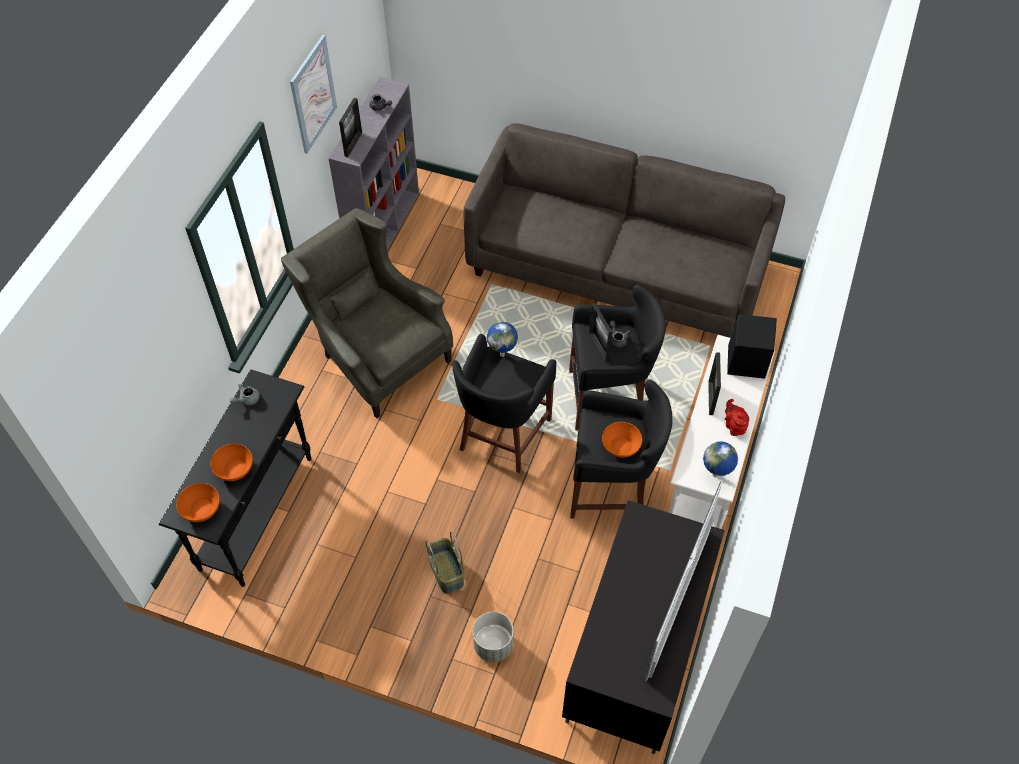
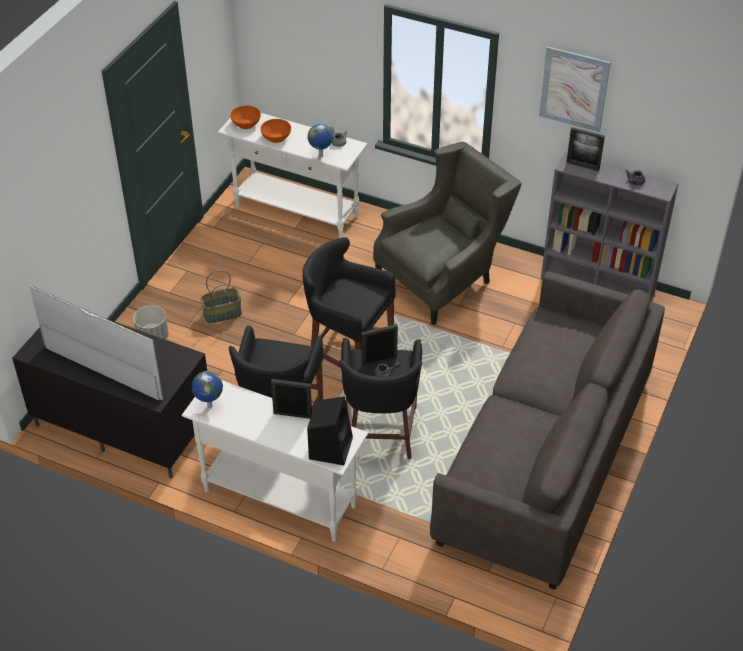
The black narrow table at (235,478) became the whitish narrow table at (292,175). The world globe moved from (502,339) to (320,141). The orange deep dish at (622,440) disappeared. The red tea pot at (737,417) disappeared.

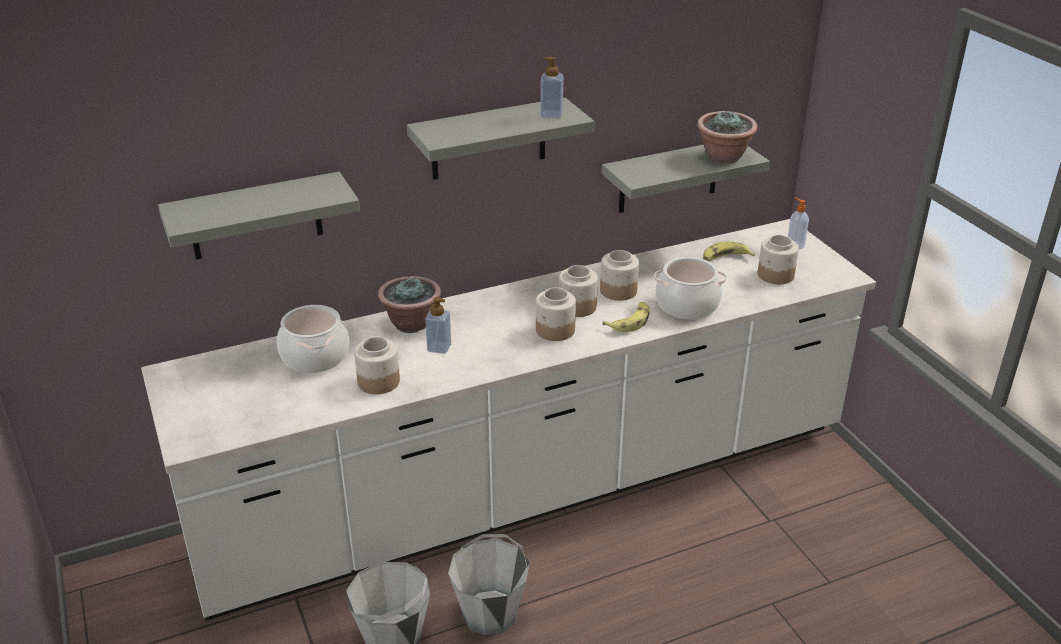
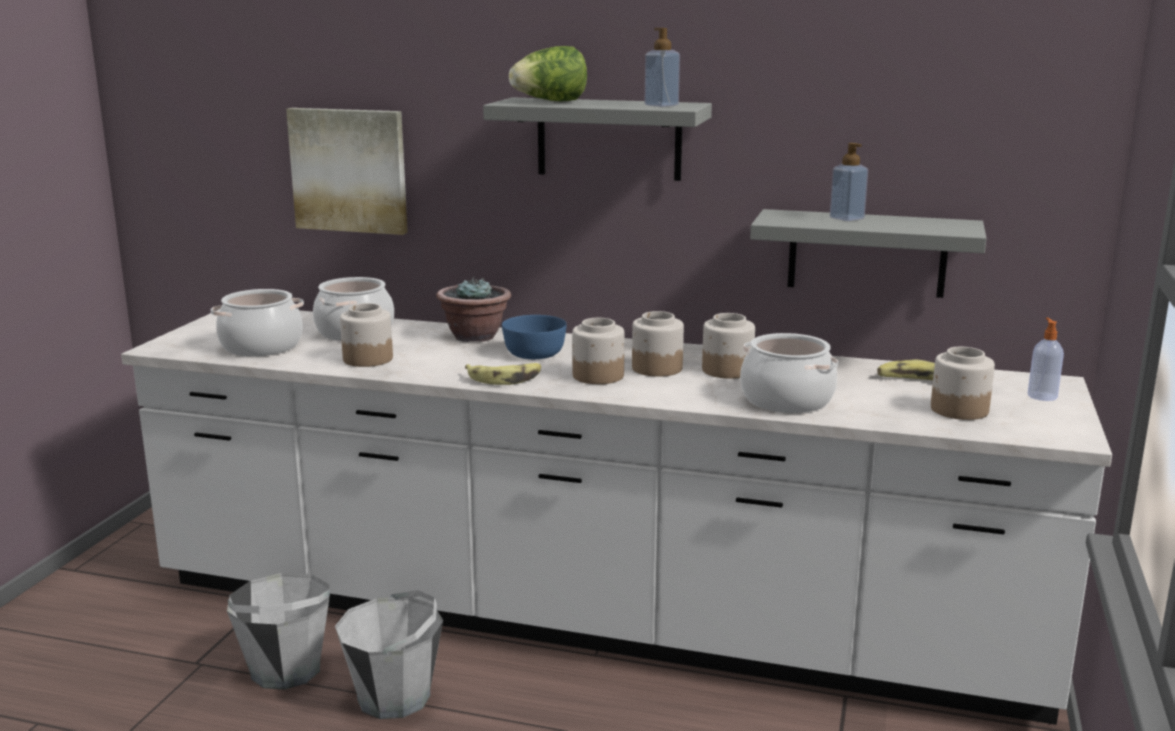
The stockpot at (257,322) appeared. The gray wall shelf at (259,216) was replaced by the picture at (347,171). The whole banana moved from (626,317) to (503,374). The blue deep dish at (534,337) appeared. The lettuce head at (548,73) appeared. The soap bottle moved from (438,325) to (849,182). The houseplant at (727,137) disappeared.

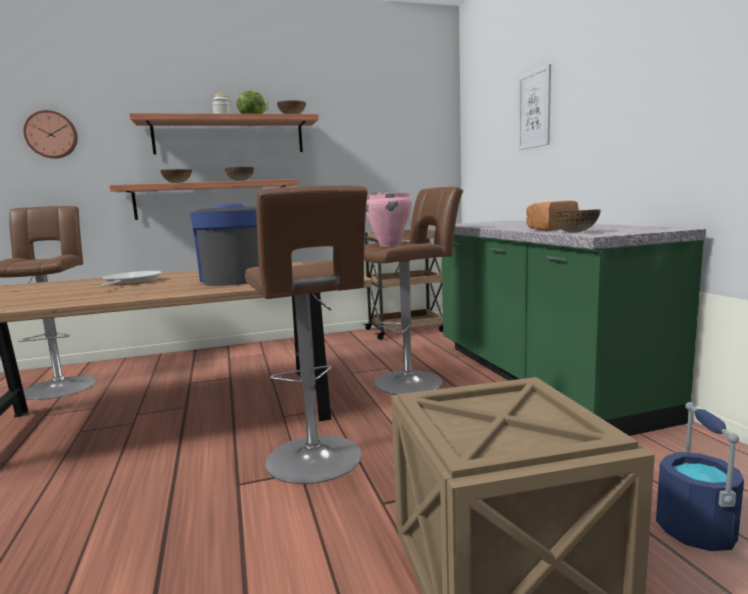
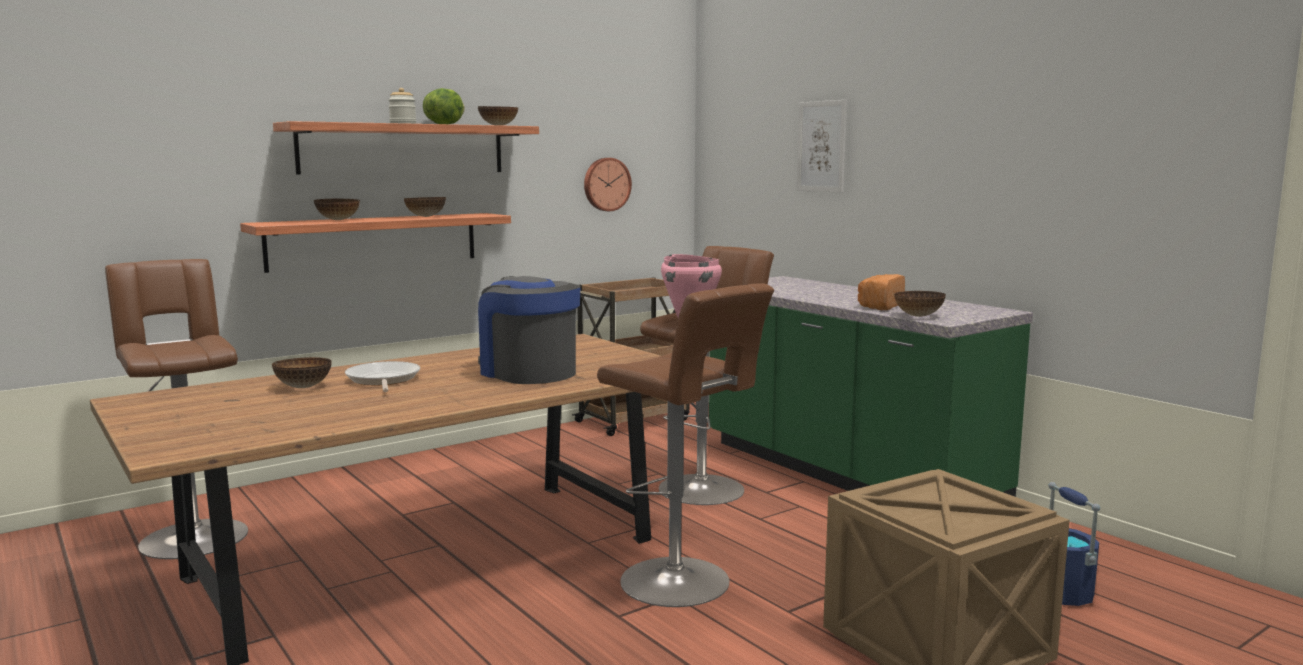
The deep dish at (302,372) appeared. The wall clock moved from (50,134) to (608,184).

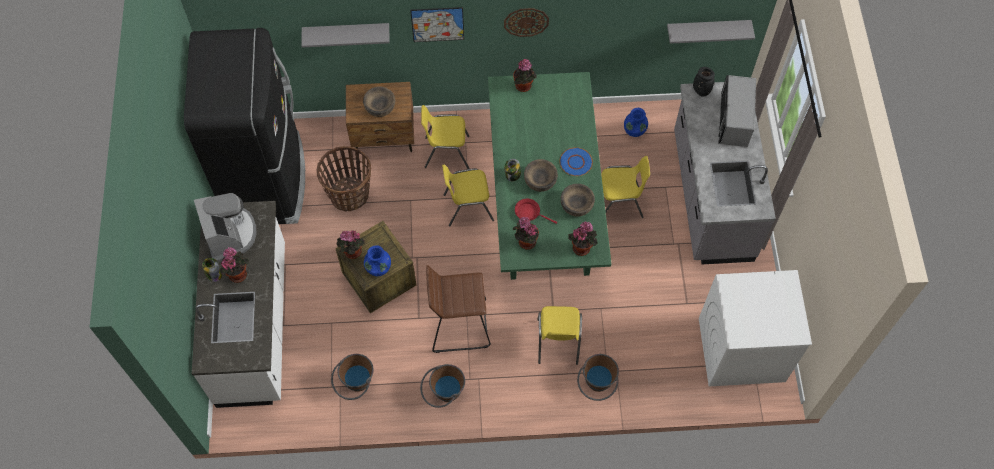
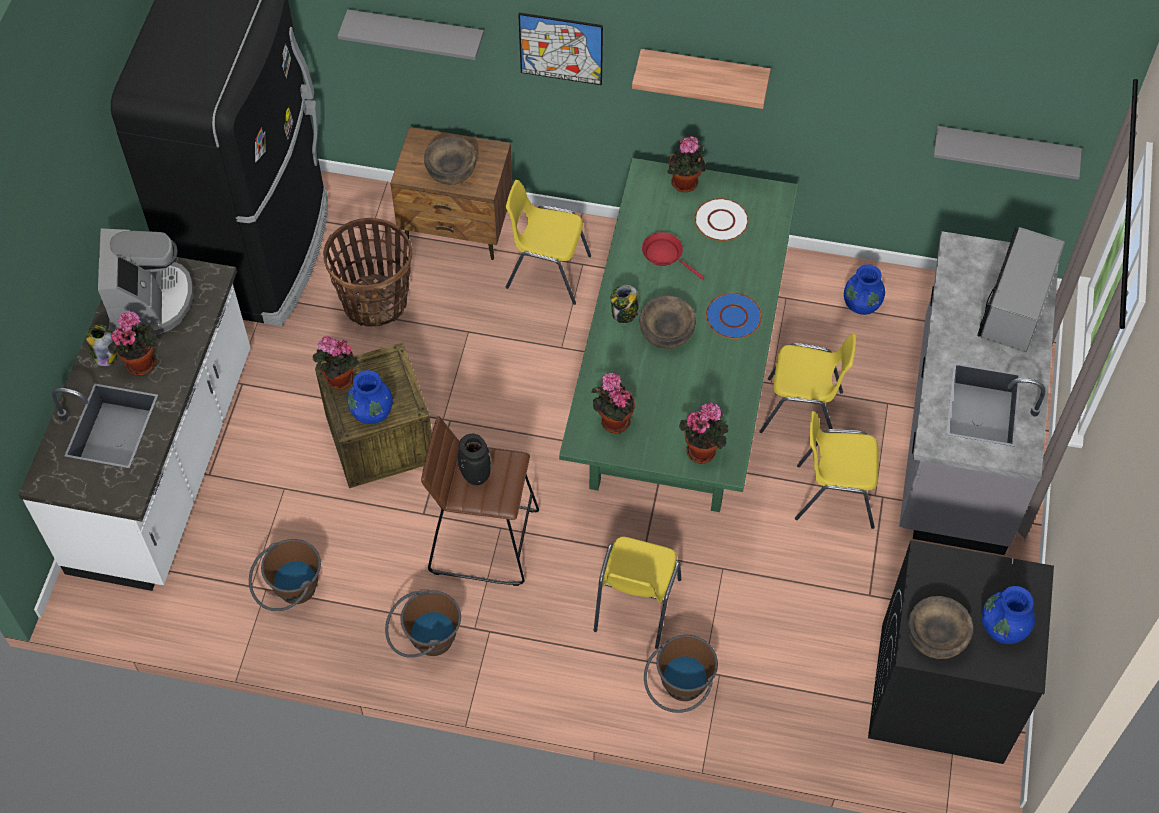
The black decorative vase moved from (704,82) to (474,459). The wall clock at (526,22) was replaced by the wall shelf at (701,79). The red skillet moved from (536,211) to (673,256). The whitish flat dish at (721,219) appeared. The yellow-coloured chair moved from (468,196) to (837,470). The whitish laundry machine at (755,328) became the black laundry machine at (961,652). The brown deep dish moved from (578,200) to (940,627). The blue decorative vase at (1008,615) appeared.

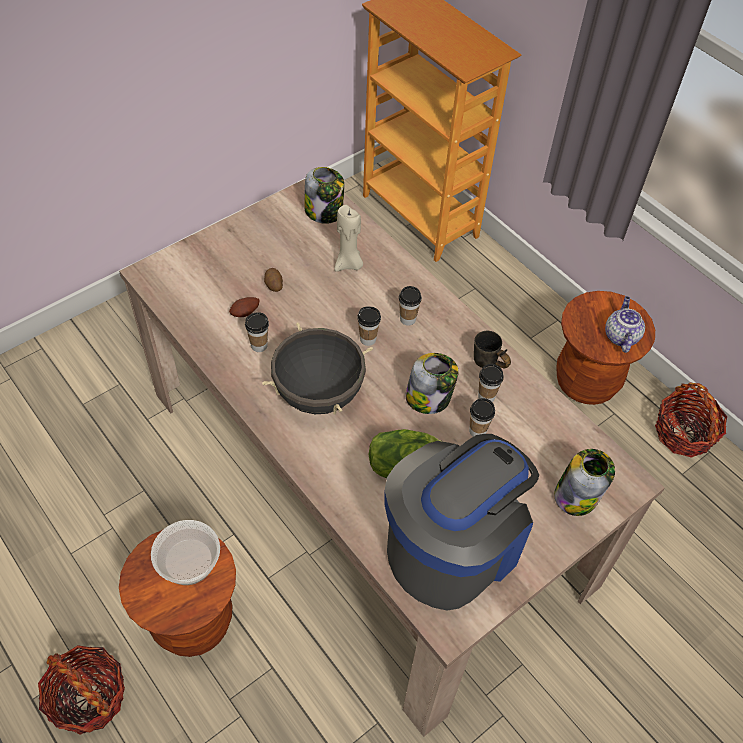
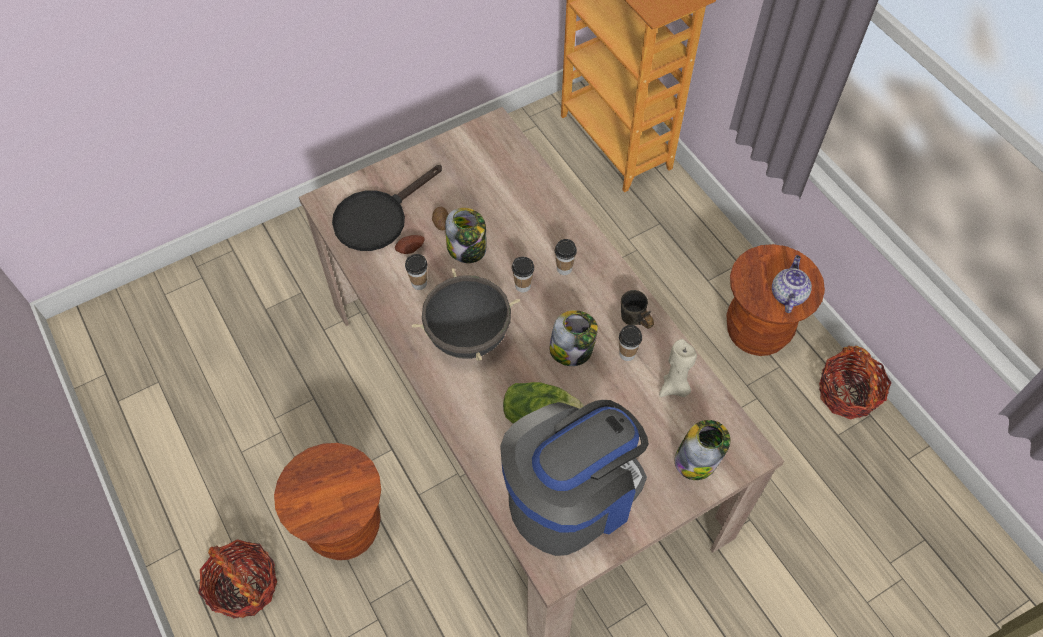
The black skillet at (387,208) appeared. The jar moved from (324,195) to (465,235). The beige wax light moved from (348,238) to (678,368). The deep dish at (185,552) disappeared. The drinking cup at (482,417) disappeared.

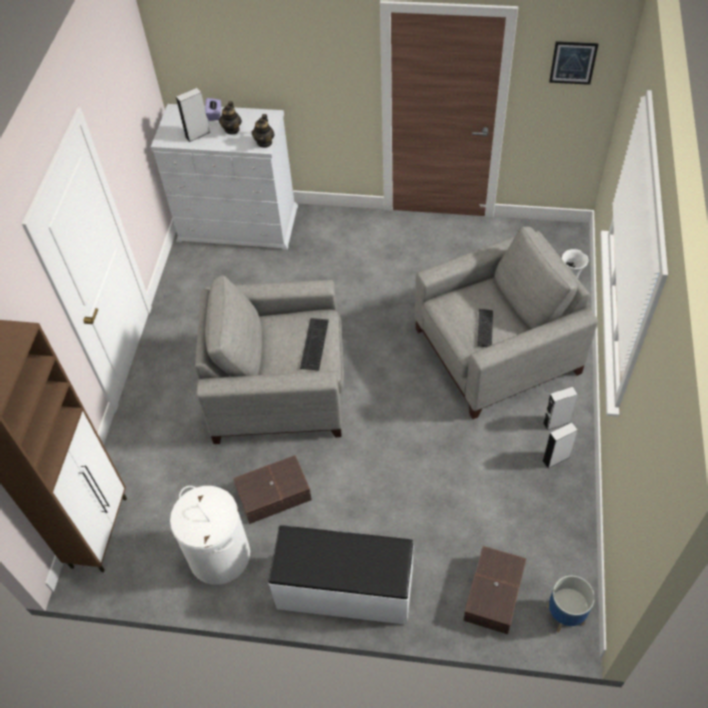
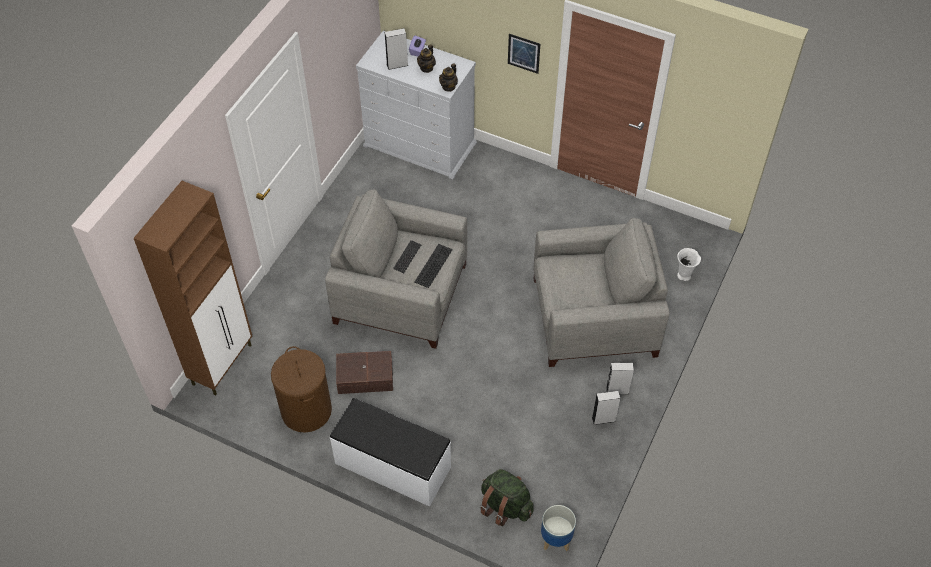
The whitish laundry basket at (210,535) became the brown laundry basket at (301,389). The computer keyboard moved from (485,328) to (407,256). The brown storage bin at (494,590) was replaced by the greenish rucksack at (507,497). The picture moved from (574,63) to (524,54).

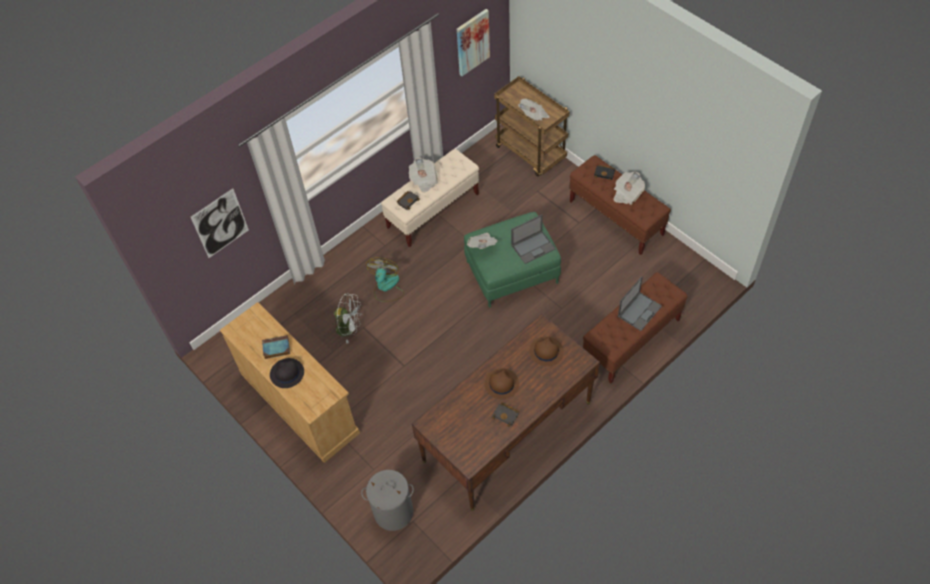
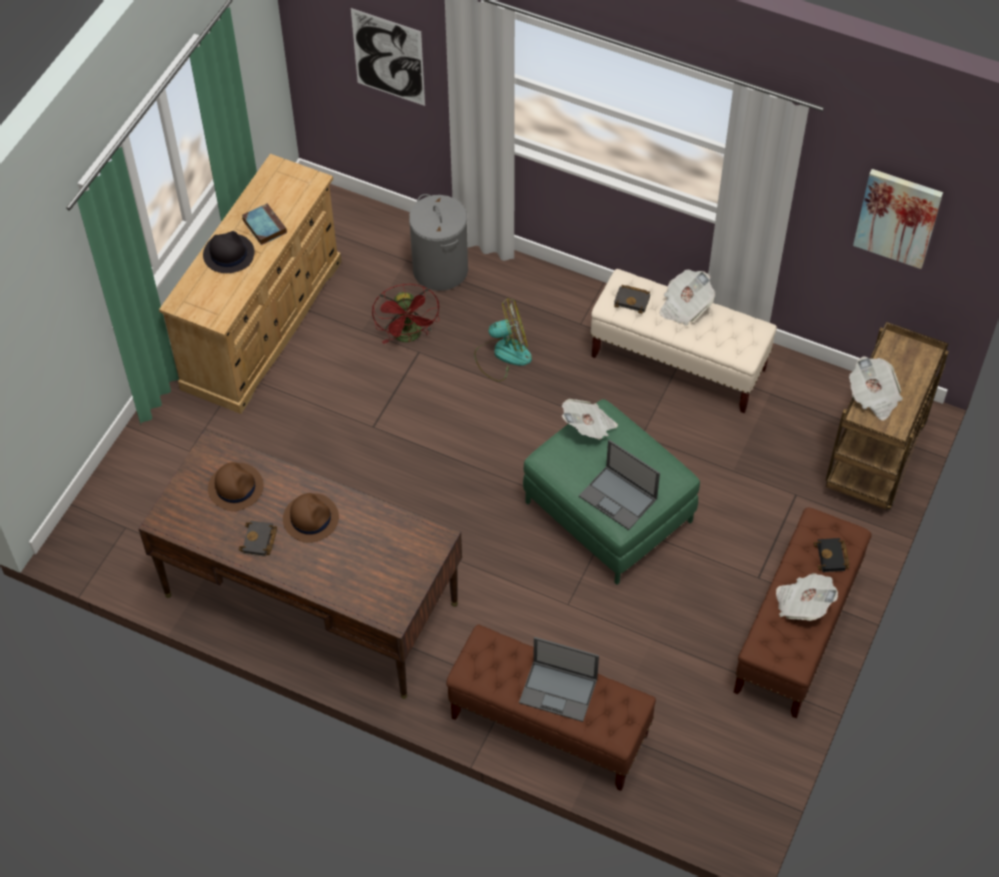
The brown wearable hat moved from (546,351) to (235,486). The whitish electric fan at (347,318) became the red electric fan at (405,314). The gray laundry basket moved from (387,500) to (438,242).

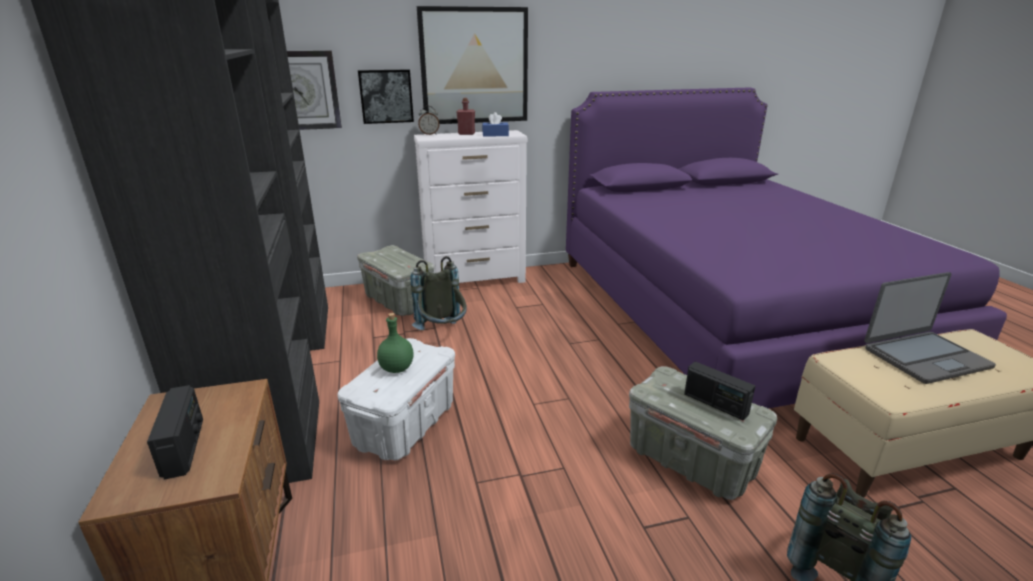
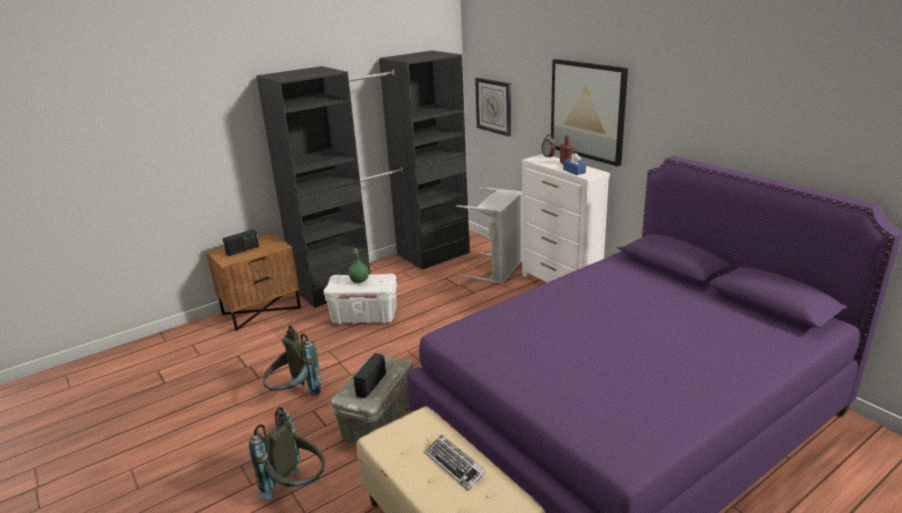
The gray rucksack moved from (438,293) to (292,360). The notebook computer at (930,328) was replaced by the computer keyboard at (455,462). The gray storage bin at (396,280) was replaced by the gray laundry basket at (489,235). The picture at (386,96) disappeared.

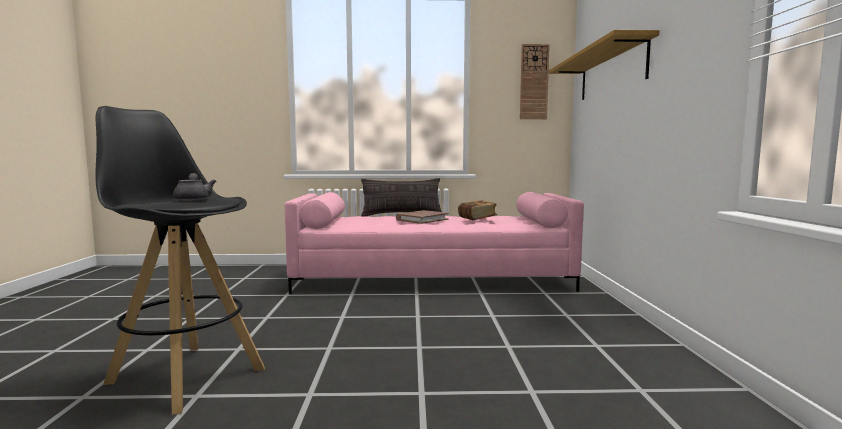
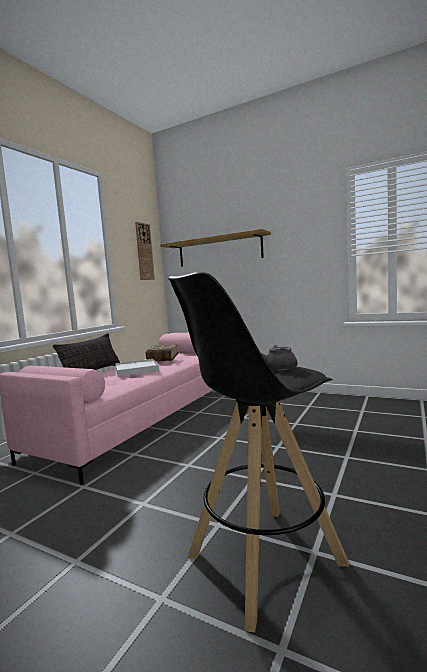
The brown volume at (422,217) was replaced by the whitish tray at (137,368).

